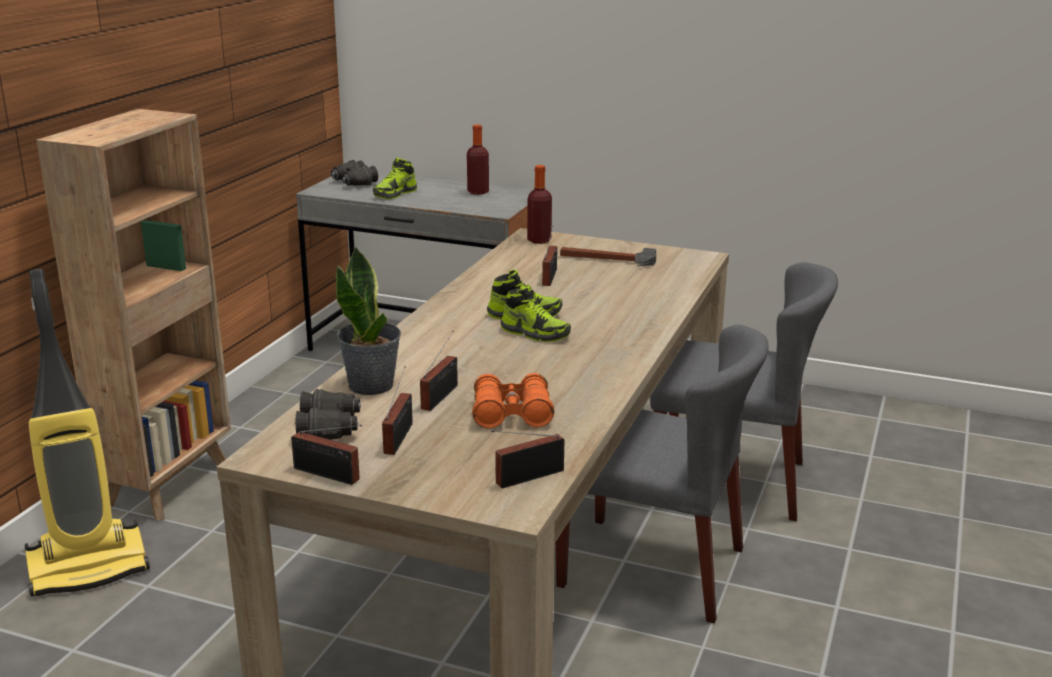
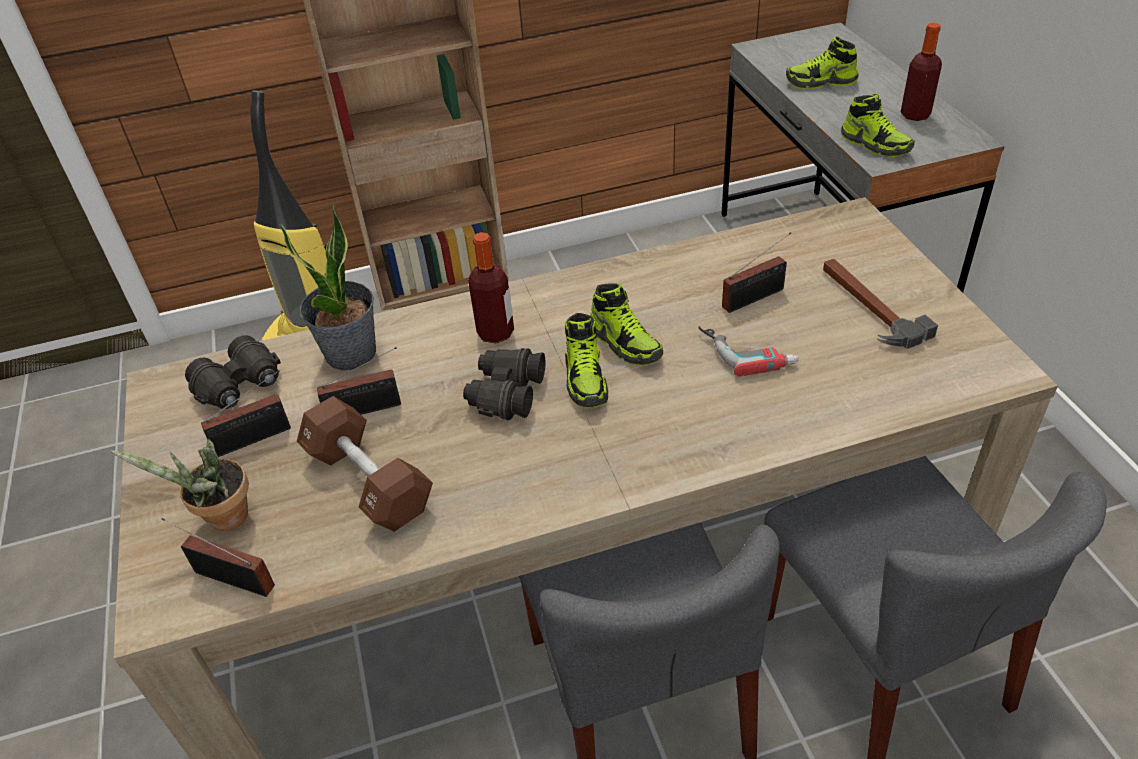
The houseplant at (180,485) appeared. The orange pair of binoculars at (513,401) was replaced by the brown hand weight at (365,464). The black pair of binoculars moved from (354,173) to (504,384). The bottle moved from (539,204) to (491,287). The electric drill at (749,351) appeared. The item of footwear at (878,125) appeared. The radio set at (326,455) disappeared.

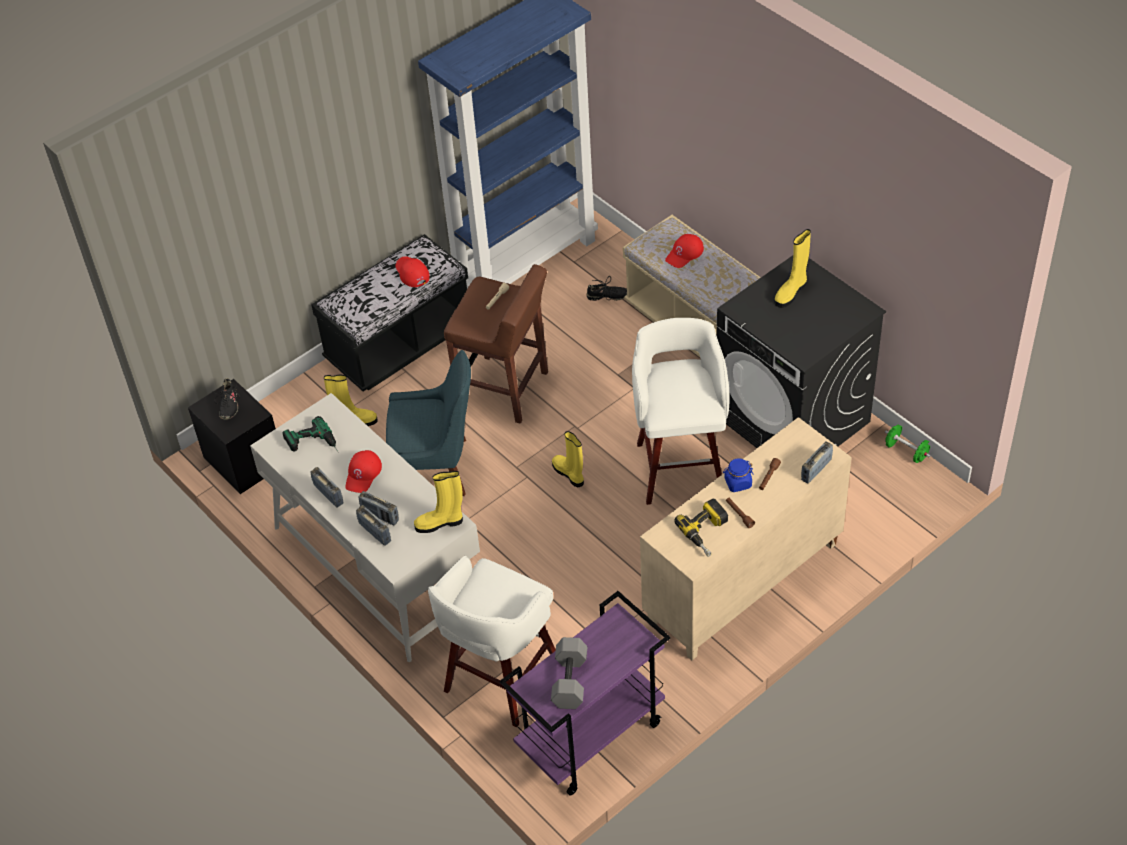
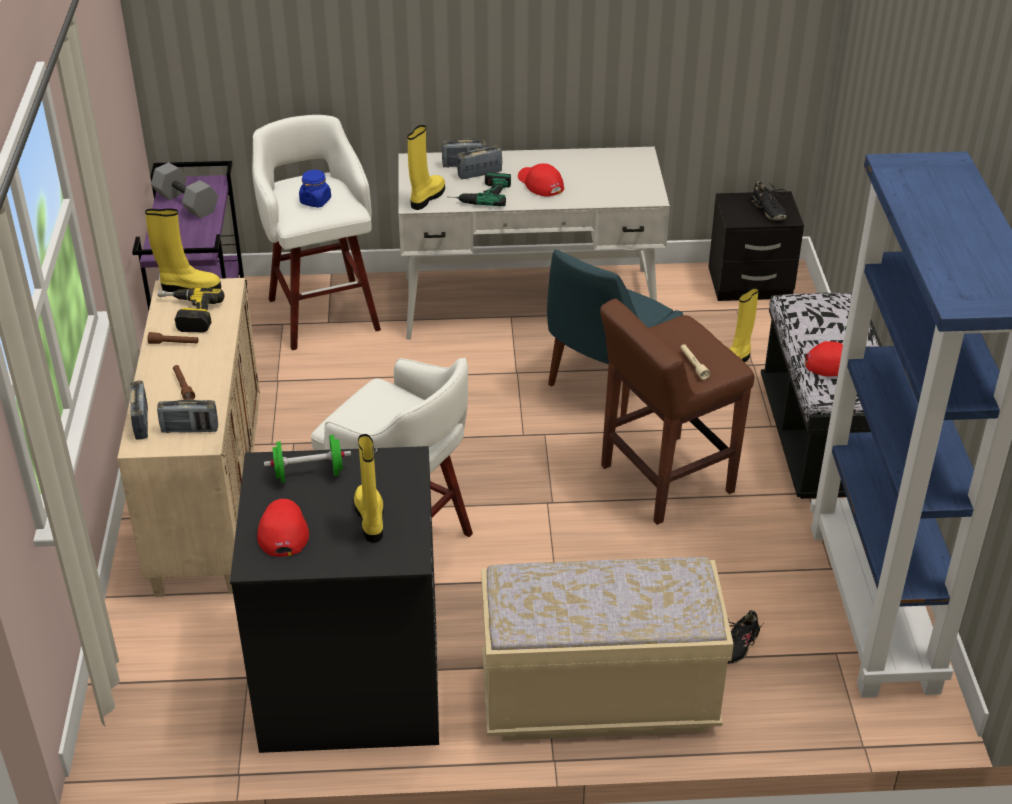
The yellow-coloured high-top boot moved from (568,459) to (183,250). The radio set moved from (327,487) to (187,416). The red cap moved from (684,251) to (283,528). The greenish hand weight moved from (908,444) to (307,459). The blue jar moved from (738,475) to (315,189). The electric drill moved from (310,434) to (479,189). The black item of footwear at (226,399) turned 150 degrees counterclockwise.

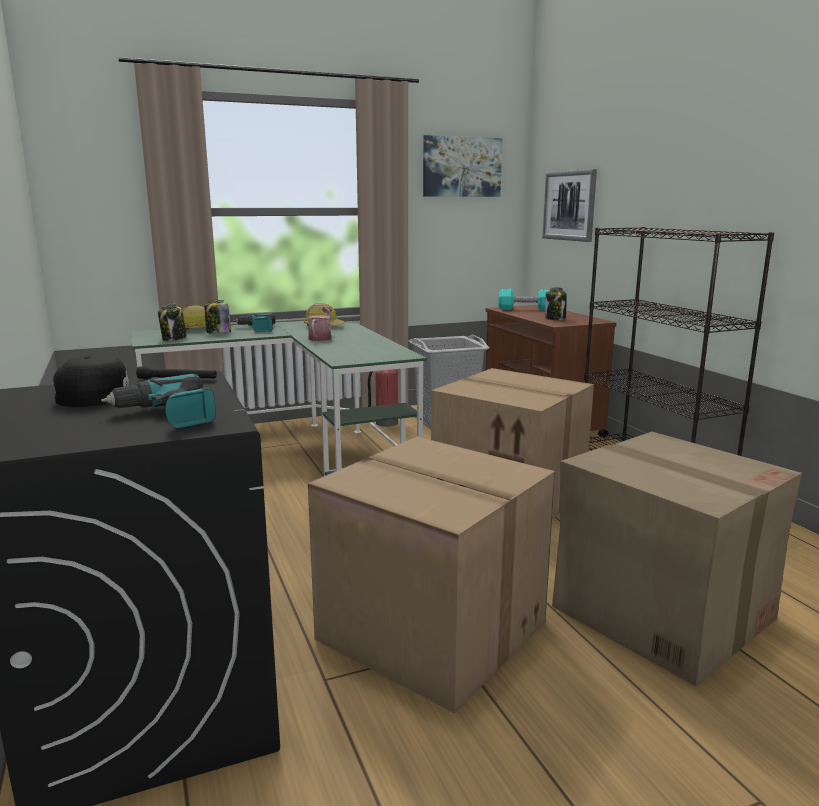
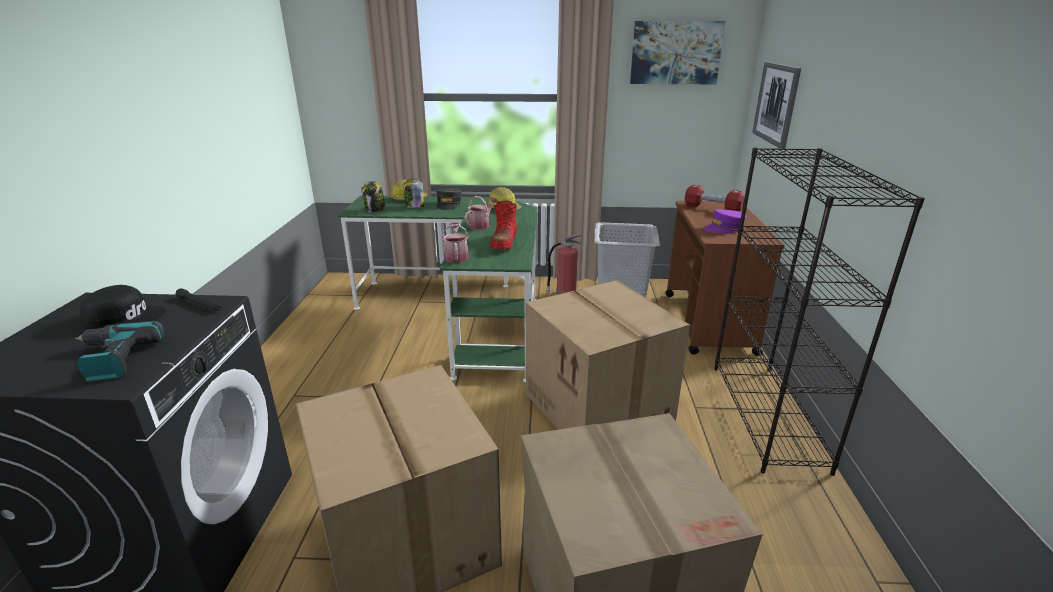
The electric drill at (254,322) was replaced by the gray cap at (448,199). The watering pot at (455,242) appeared. The red high-top boot at (503,225) appeared. The turquoise-coloured hand weight at (524,299) became the red hand weight at (714,198). The jar at (556,303) was replaced by the purplish cap at (725,221).

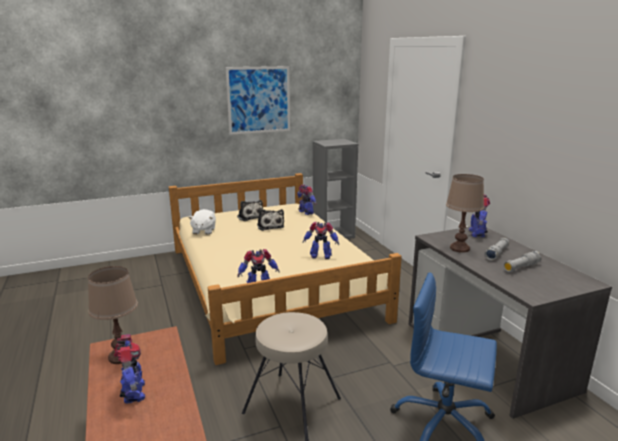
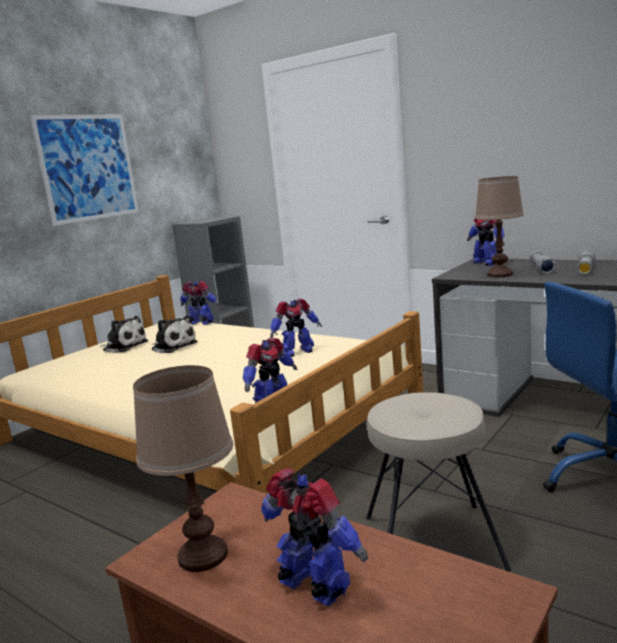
The whitish cuddly toy at (202,222) disappeared.

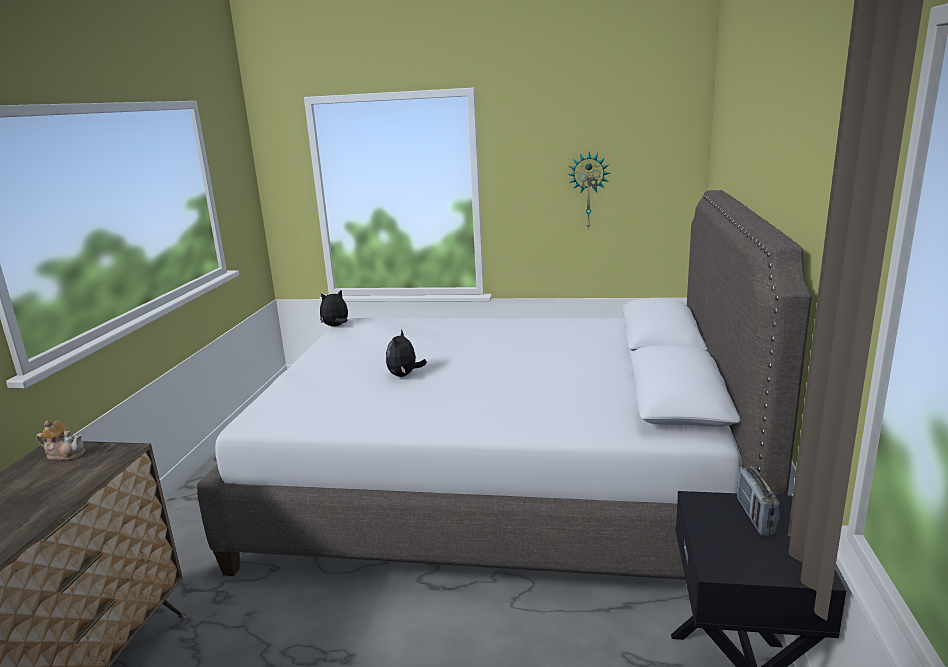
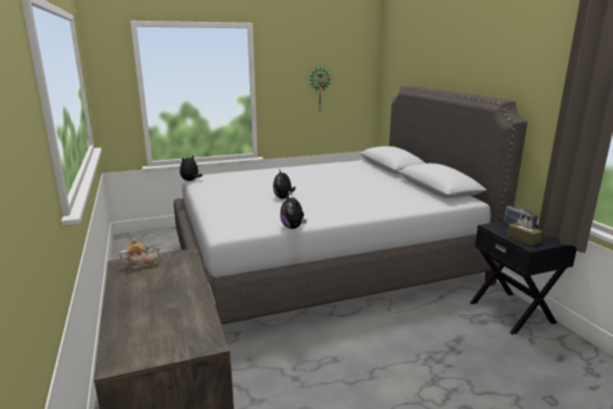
The cuddly toy at (293,211) appeared. The brown box of tissues at (525,231) appeared.

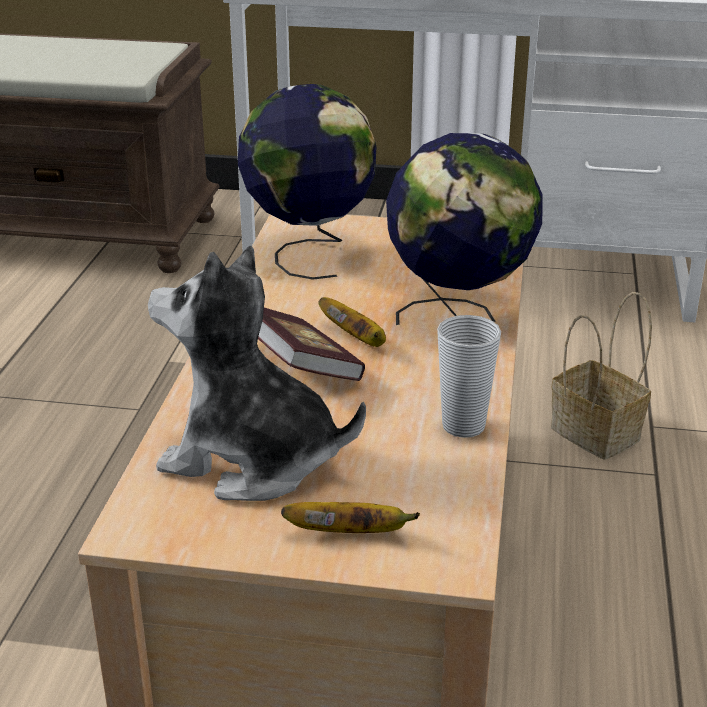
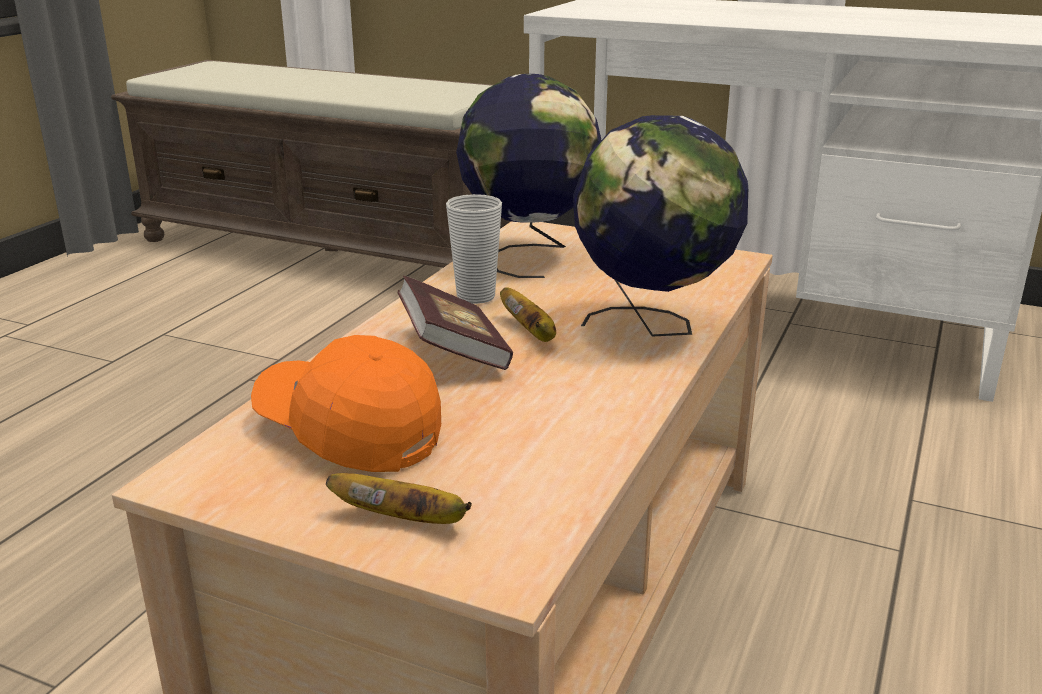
The cuddly toy at (257,373) was replaced by the orange cap at (346,403). The drinking cup moved from (469,376) to (474,249). The basket at (601,376) disappeared.

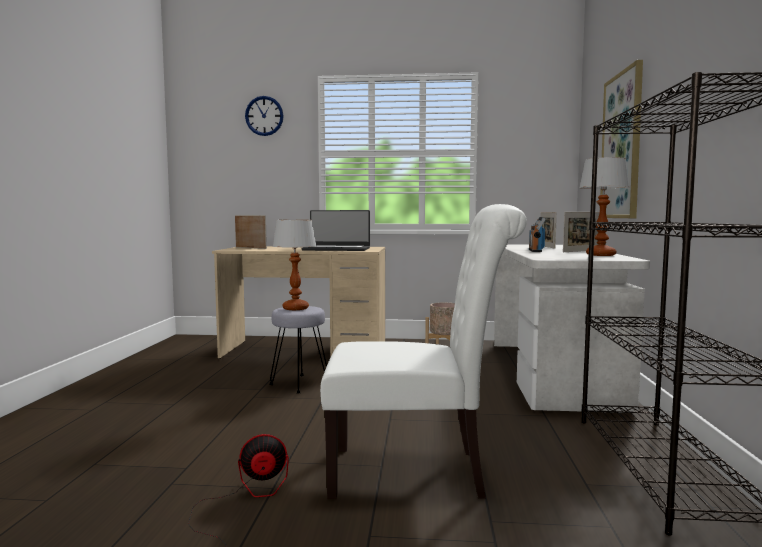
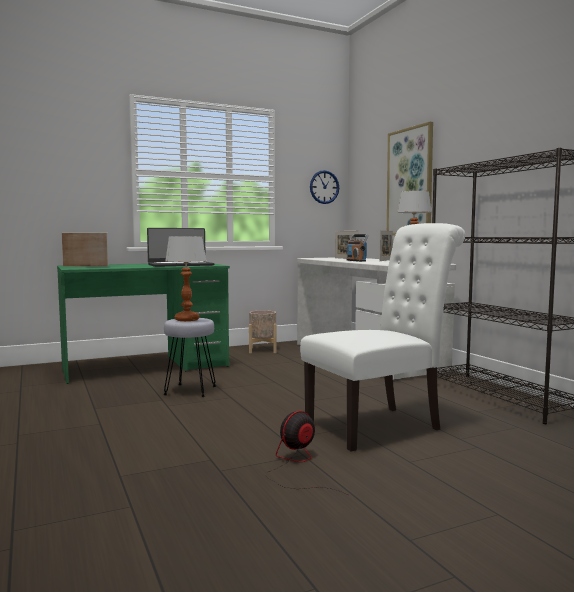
The beige desk unit at (298,302) became the greenish desk unit at (143,324). The wall clock moved from (264,116) to (324,187).

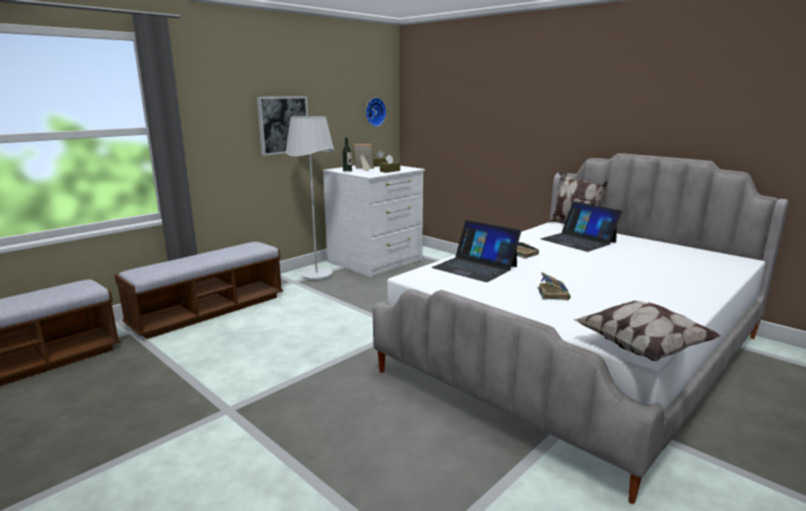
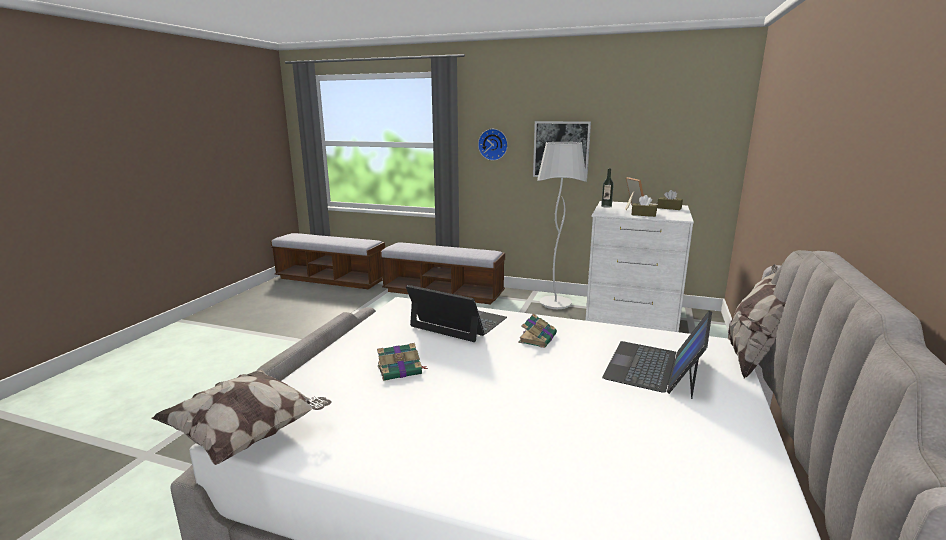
The notebook computer at (476,251) turned 105 degrees clockwise. The wall clock moved from (376,112) to (493,145).

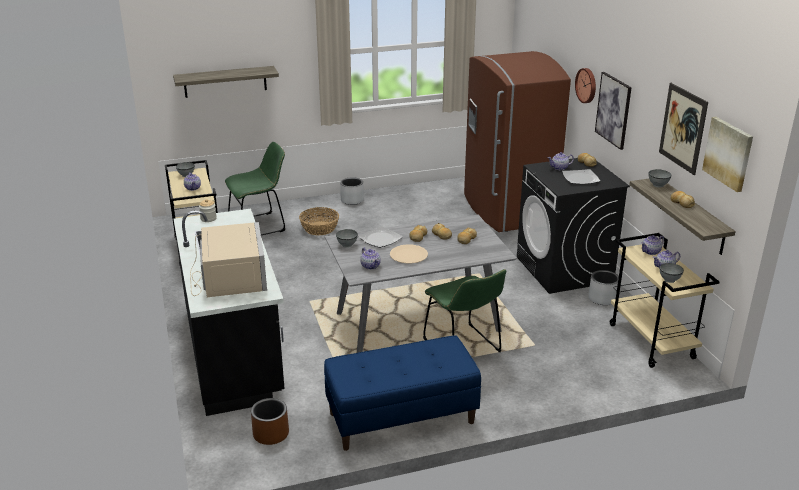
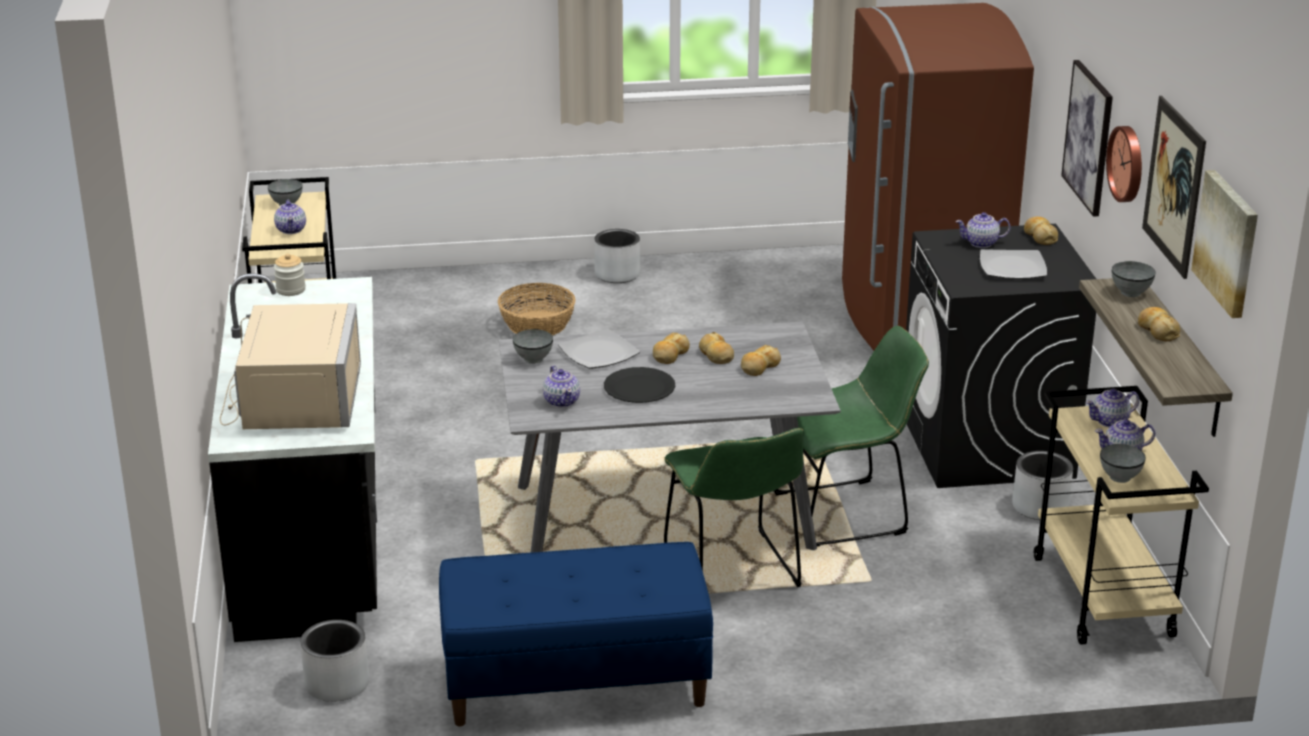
The brown planter at (270,421) became the gray planter at (335,661). The beige flat dish at (409,254) became the black flat dish at (639,385). The greenish chair moved from (255,188) to (851,436). The wall clock moved from (585,85) to (1124,164). The wall shelf at (226,82) disappeared.

